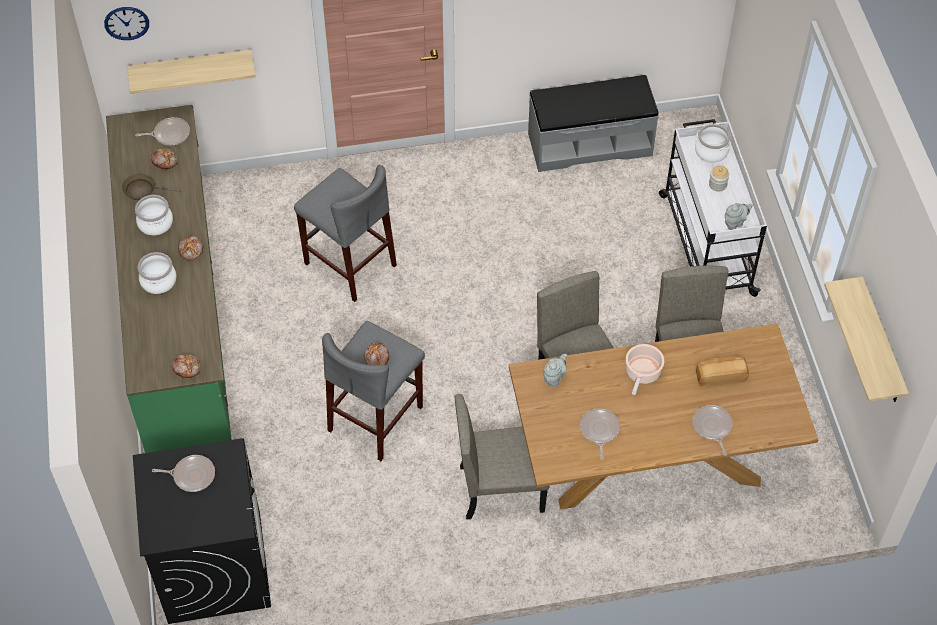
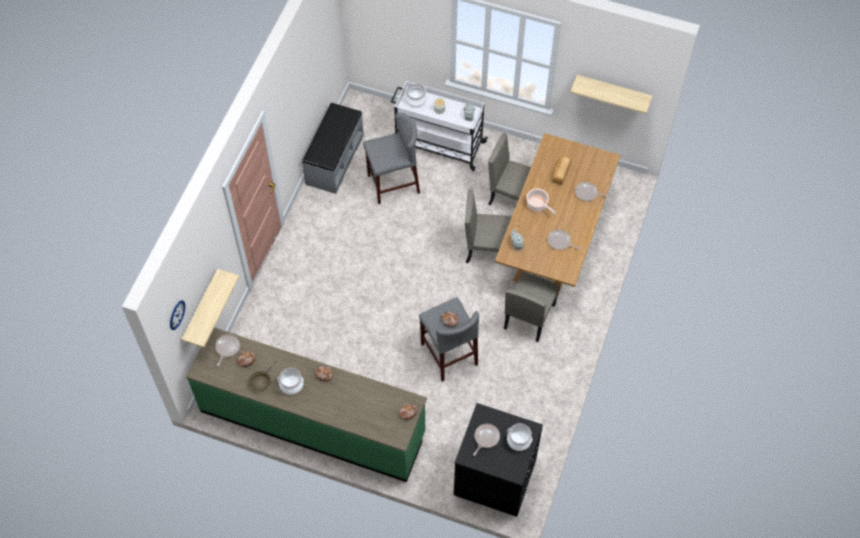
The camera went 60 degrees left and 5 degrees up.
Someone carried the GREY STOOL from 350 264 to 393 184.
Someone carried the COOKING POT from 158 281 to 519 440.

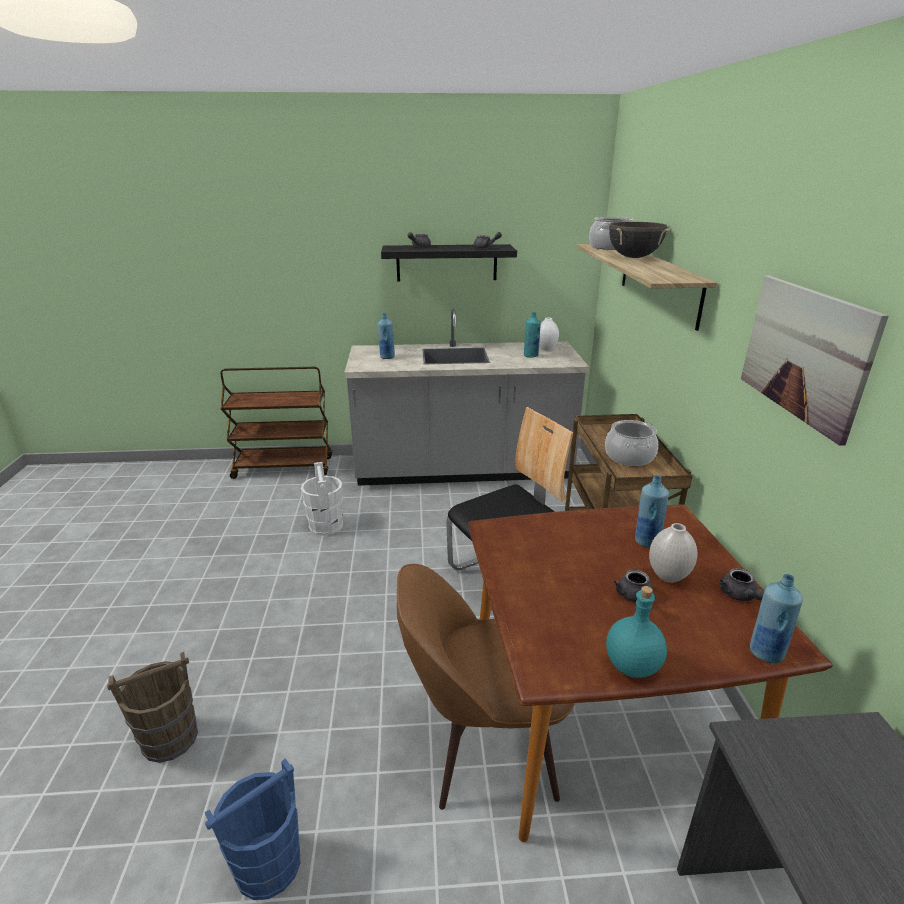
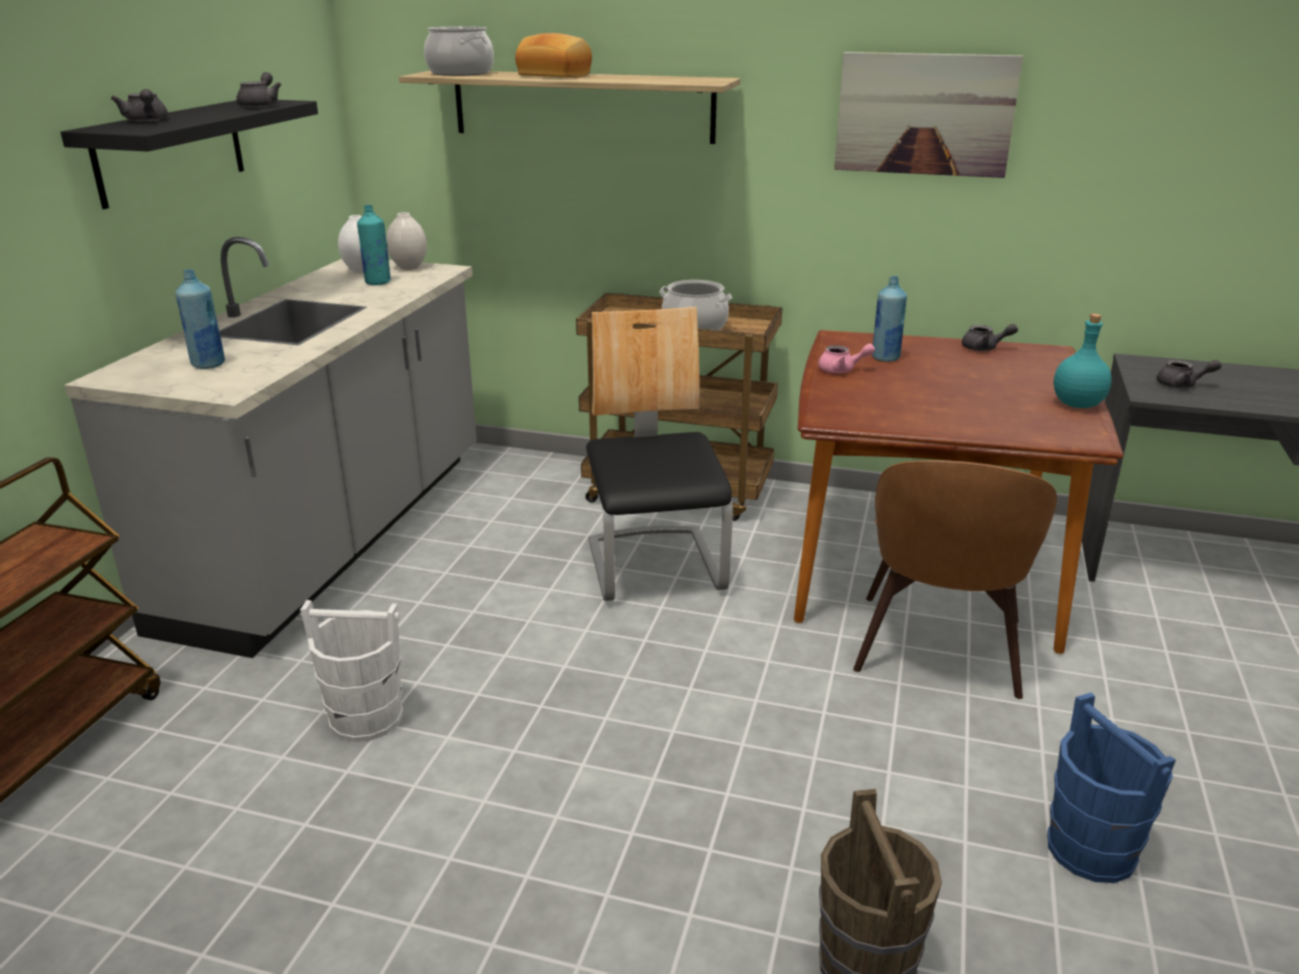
The camera went 70 degrees left and 0 degrees up.
Someone carried the WHITE VASE from 668 576 to 408 267.
Someone swapped the BLACK COOKING POT at 633 257 for the BREAD at 555 75.
Someone put down the PINK TEAPOT at 842 370.
Someone carried the GREY TEAPOT from 635 597 to 1182 385.
Someone took away the BLUE BOTTLE at 765 652.

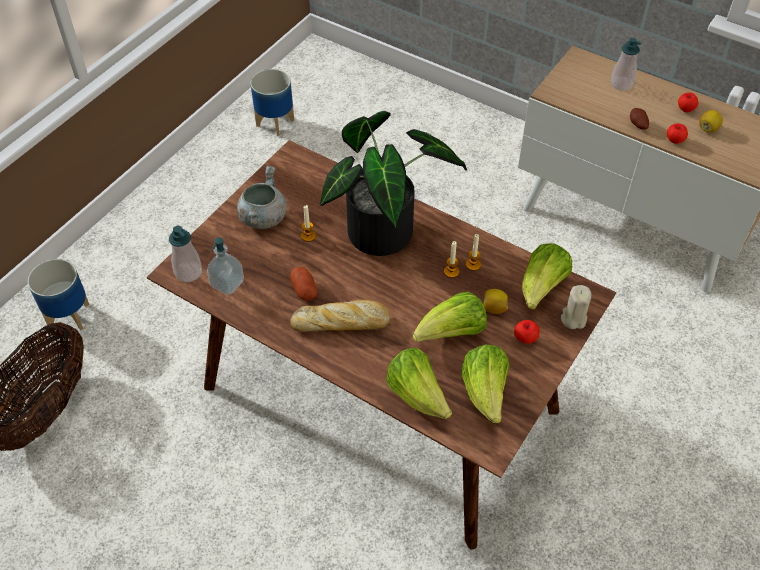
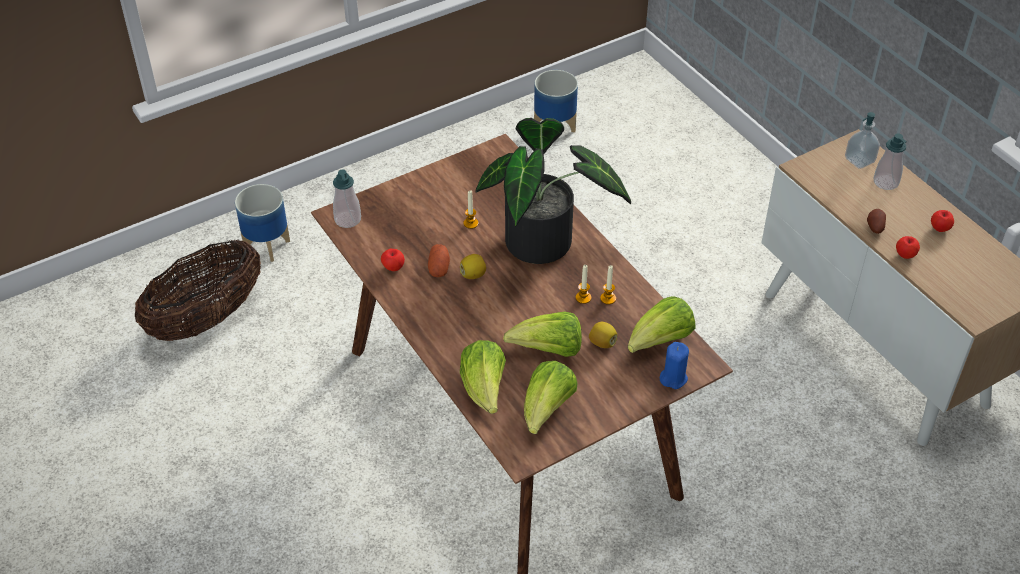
The camera went 25 degrees right and 5 degrees down.
Someone carried the APPLE from 525 338 to 393 267.
Someone carried the LEMON from 708 128 to 473 275.
Someone repainted the BEIGE CANDLE at 573 318, which became the BLUE CANDLE at 673 378.
Someone carried the SOAP DISPENSER from 227 283 to 859 160.
Someone took away the GREY COOKING POT at 262 217.
Someone took away the BREAD at 342 322.

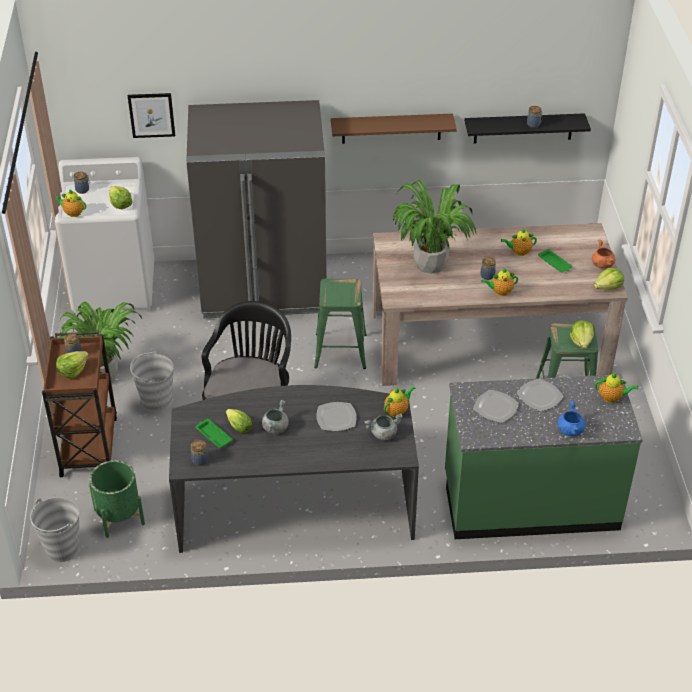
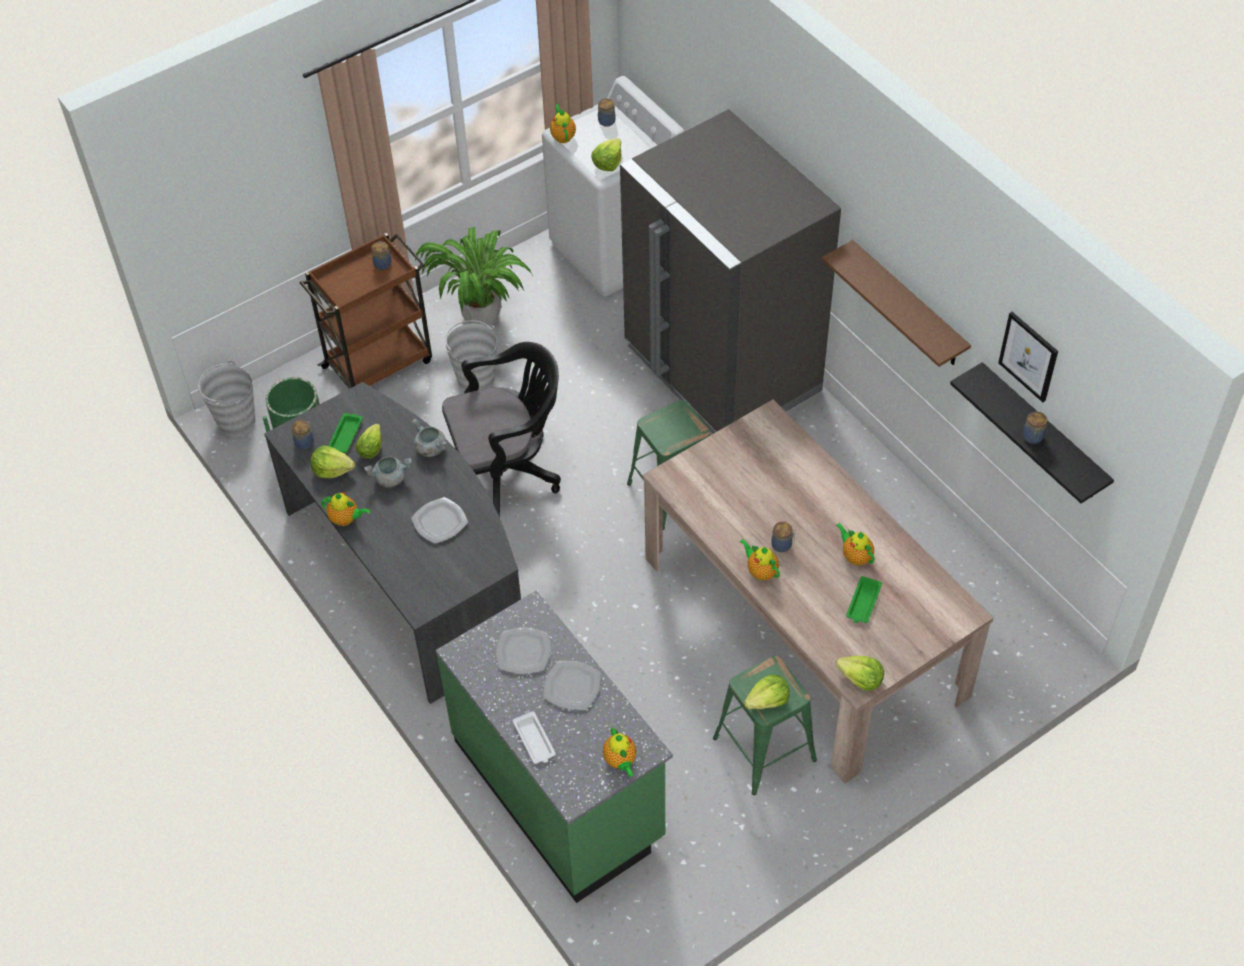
The camera went 60 degrees right and 10 degrees up.
Someone carried the LETTUCE from 72 370 to 332 469.
Someone carried the TEAPOT from 397 411 to 346 519.
Someone carried the GREY COOKING POT from 383 434 to 430 448.
Someone swapped the BLUE COOKING POT at 570 430 for the WHITE TRAY at 534 741.
Someone carried the PICTURE from 151 115 to 1028 356.
Someone took away the POTTED PLANT at 429 264.
Someone took away the ORANGE COOKING POT at 602 264.

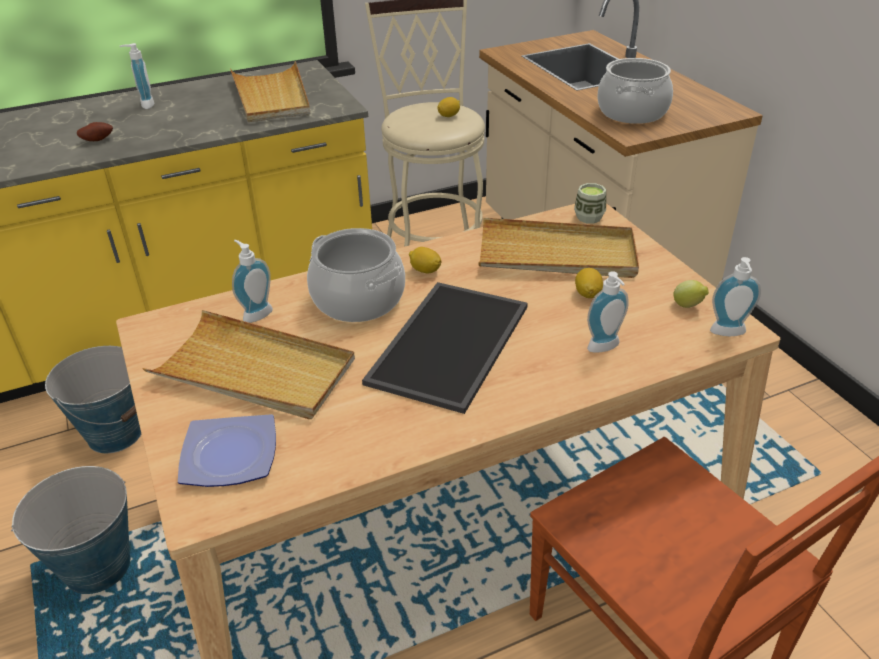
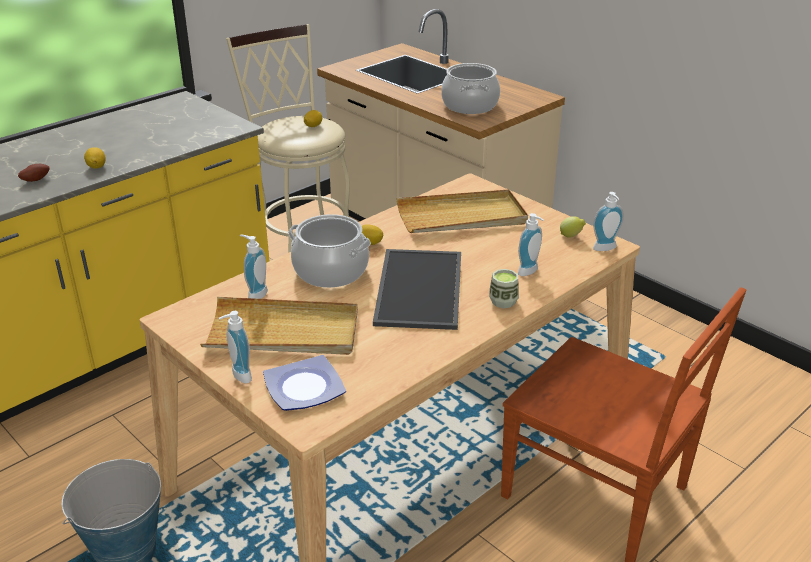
The camera went 20 degrees left and 5 degrees down.
Someone carried the LEMON from 587 294 to 96 166.
Someone carried the SOAP DISPENSER from 144 105 to 238 376.
Someone carried the CUP from 589 217 to 503 301.
Someone took away the BUCKET at 115 433.
Someone took away the BEIGE TRAY at 271 96.

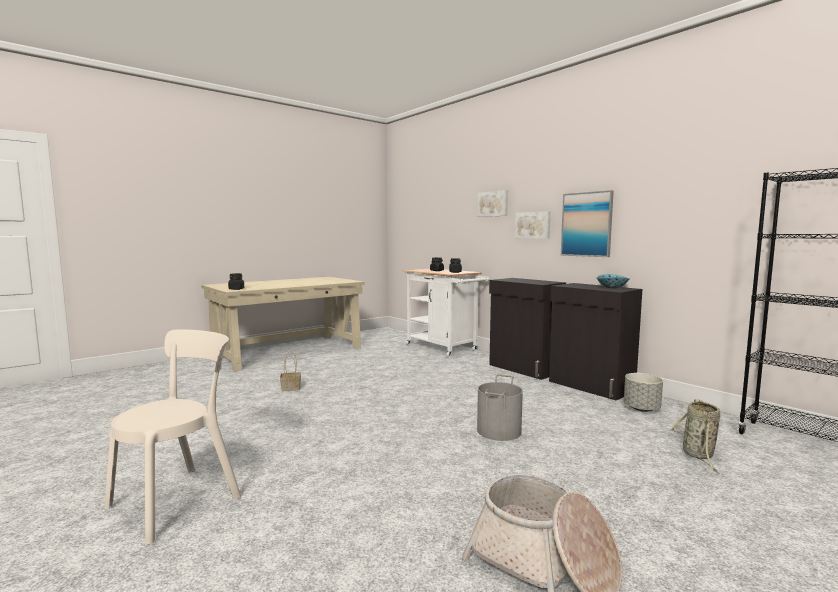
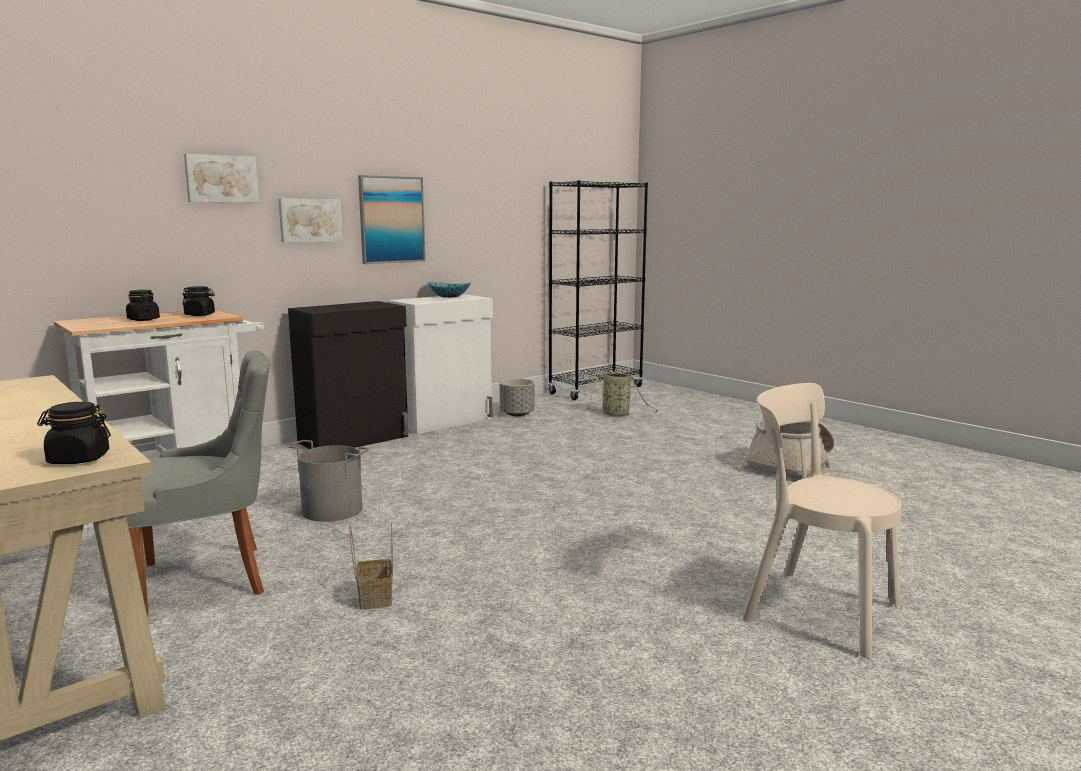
The camera went 90 degrees left and 5 degrees up.
Someone put down the GREY CHAIR at 209 578.
Someone carried the GREY BUCKET from 499 431 to 333 510.
Someone repainted the BLACK CABINET at 590 386, which became the WHITE CABINET at 444 421.

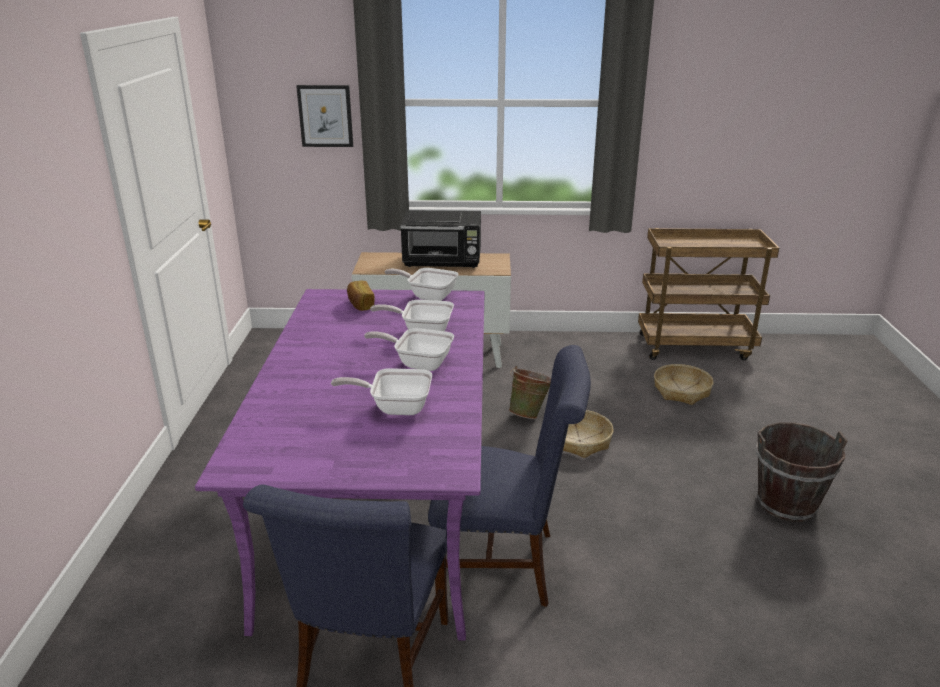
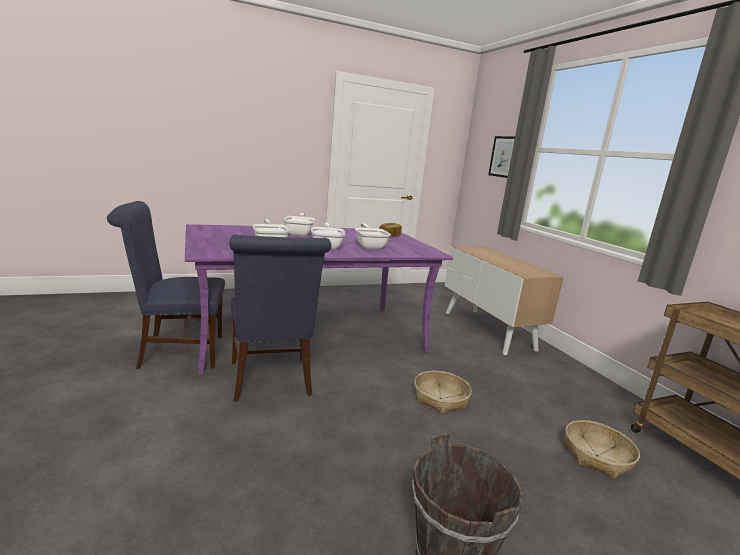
The camera went 65 degrees right and 10 degrees down.
Someone carried the FRYING PAN from 428 296 to 299 233.
Someone took away the BLACK MICROWAVE at 443 262.
Someone took away the GREEN BUCKET at 529 414.

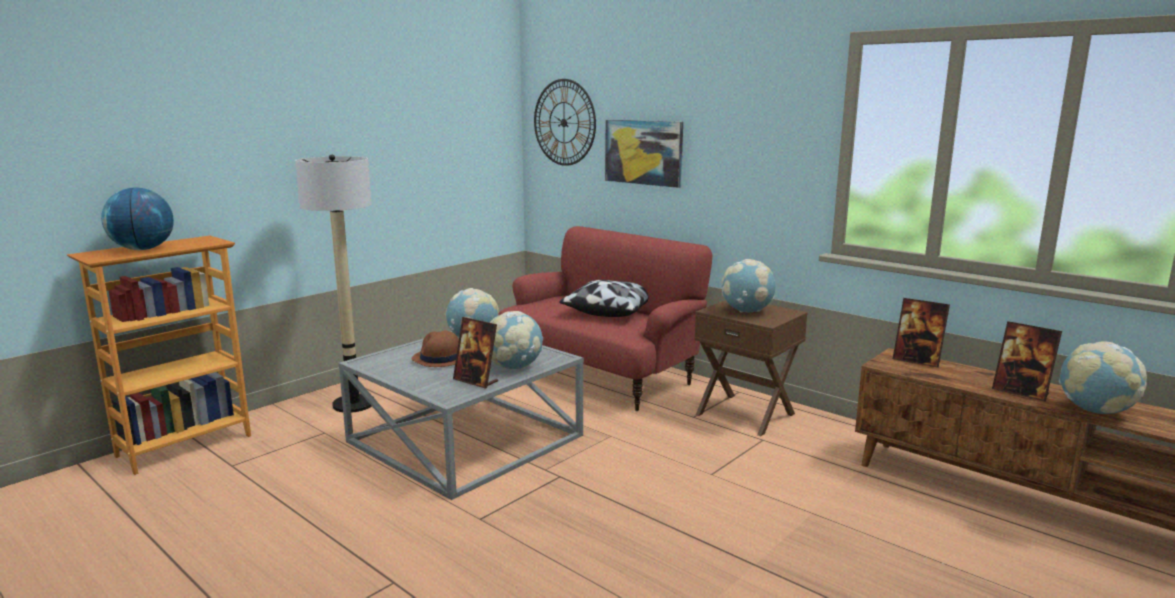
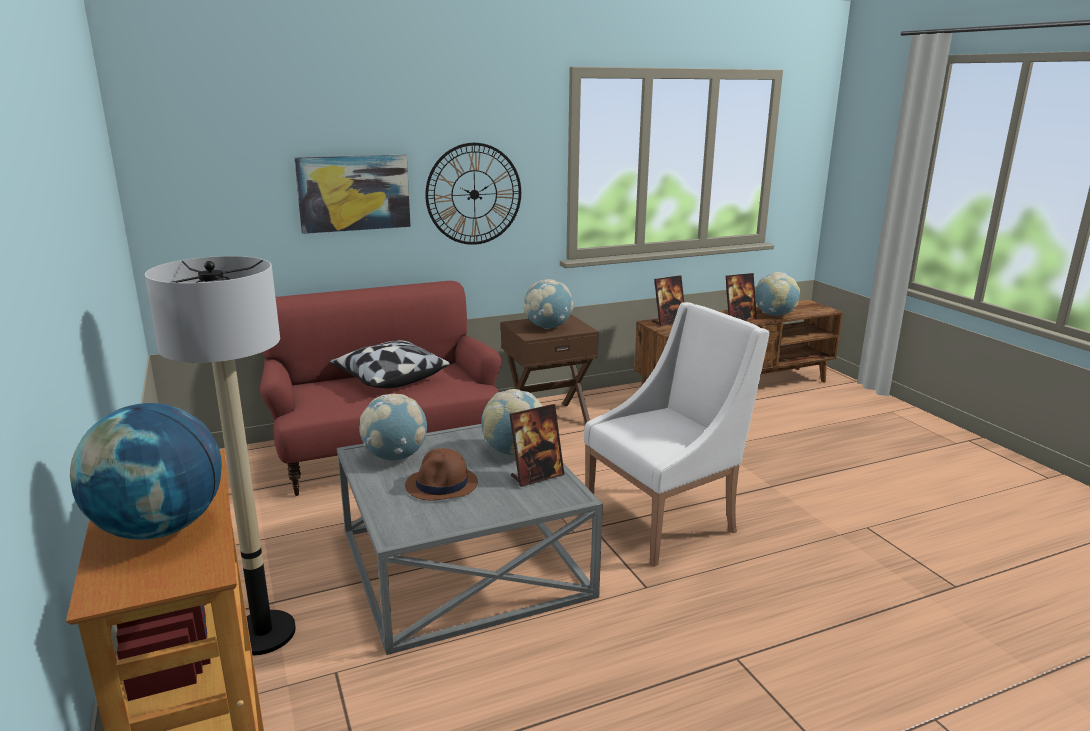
The camera went 65 degrees left and 5 degrees up.
Someone carried the WALL CLOCK from 564 122 to 474 194.
Someone put down the WHITE ARMCHAIR at 664 521.

